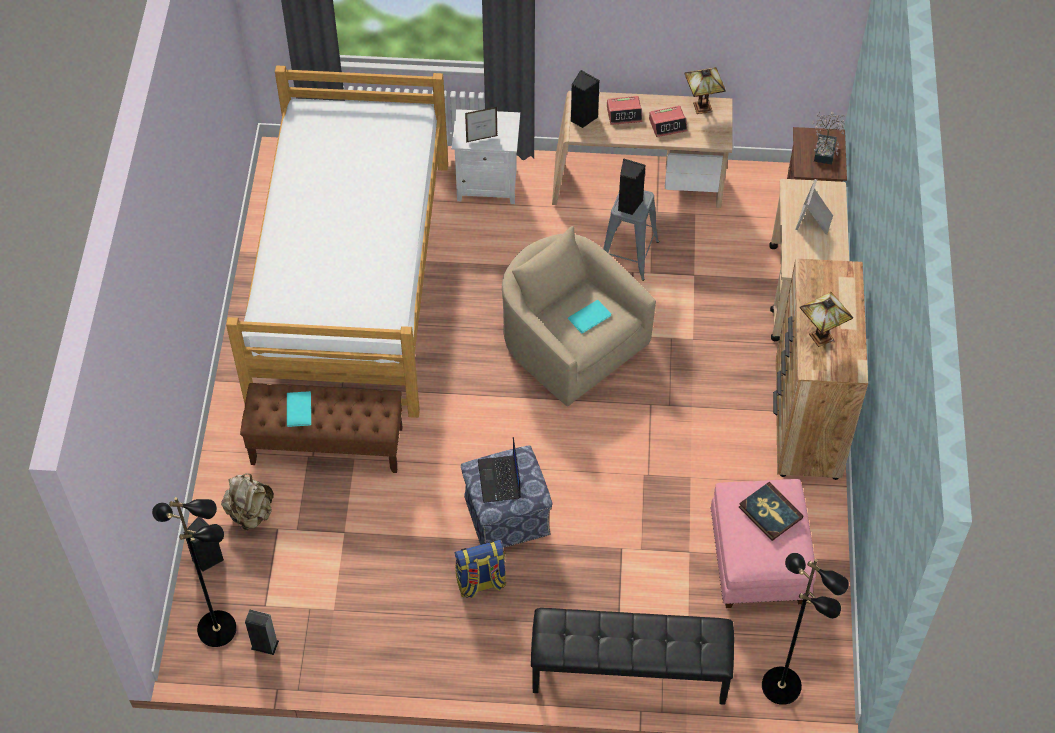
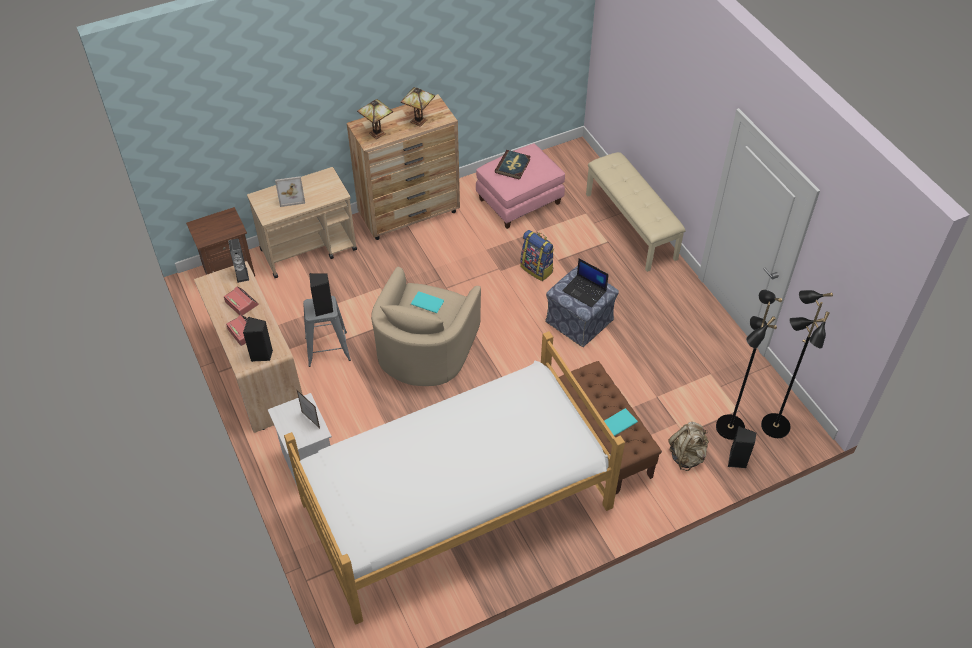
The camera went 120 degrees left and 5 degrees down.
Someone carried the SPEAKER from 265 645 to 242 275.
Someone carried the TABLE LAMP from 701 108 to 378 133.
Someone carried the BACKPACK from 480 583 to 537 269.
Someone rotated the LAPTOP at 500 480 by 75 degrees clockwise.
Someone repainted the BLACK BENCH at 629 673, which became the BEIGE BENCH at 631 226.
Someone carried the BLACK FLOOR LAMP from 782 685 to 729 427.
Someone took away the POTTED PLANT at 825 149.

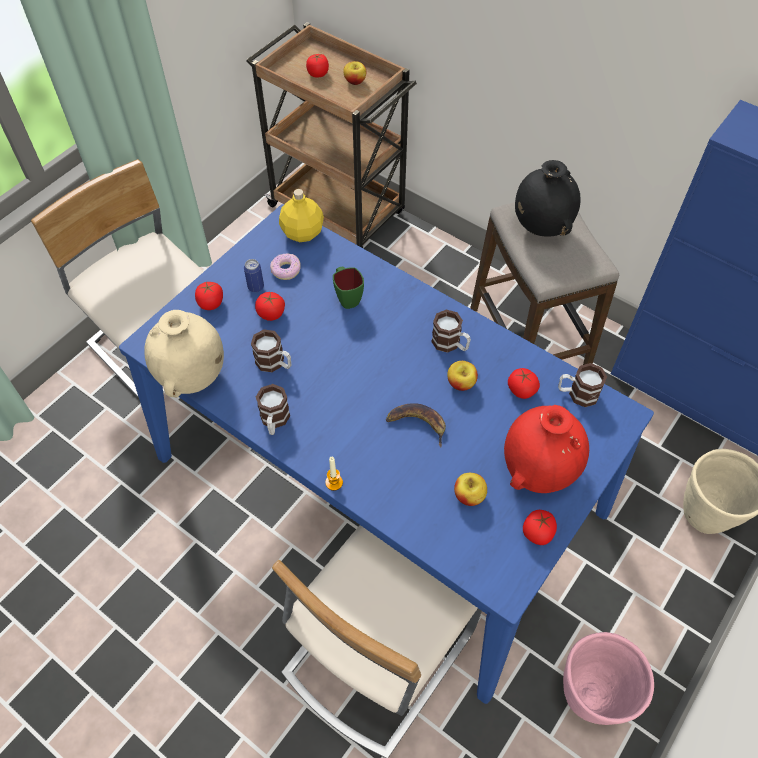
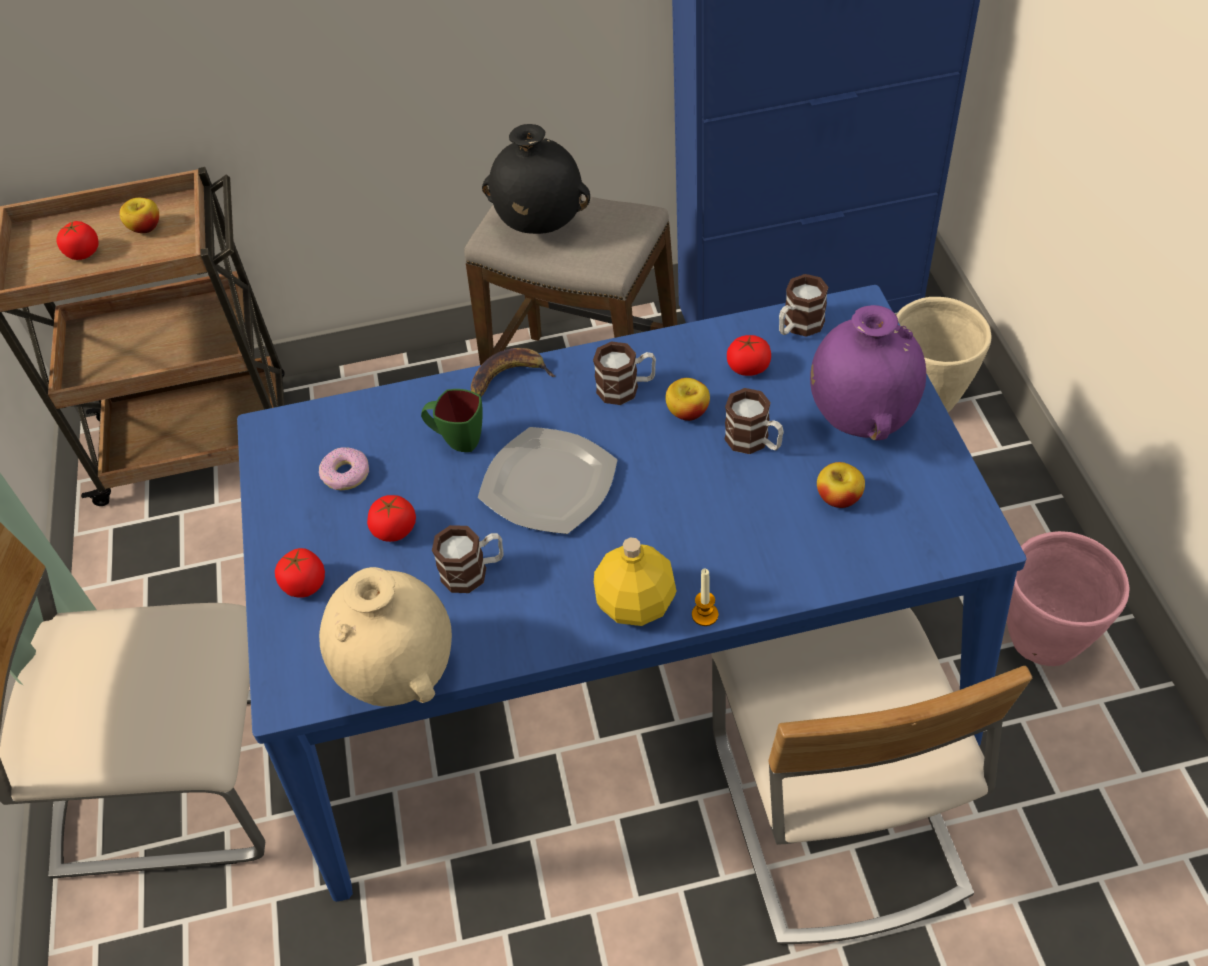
The camera went 45 degrees left and 5 degrees down.
Someone carried the BANANA from 418 424 to 509 378.
Someone put down the PLATE at 549 484.
Someone carried the YELLOW BOTTLE from 303 233 to 637 603.
Someone carried the MUG from 274 421 to 754 442.
Someone repainted the RED VASE at 538 470, which became the PURPLE VASE at 861 418.
Someone took away the CAN at 256 287.
Someone took away the TOMATO at 537 532.

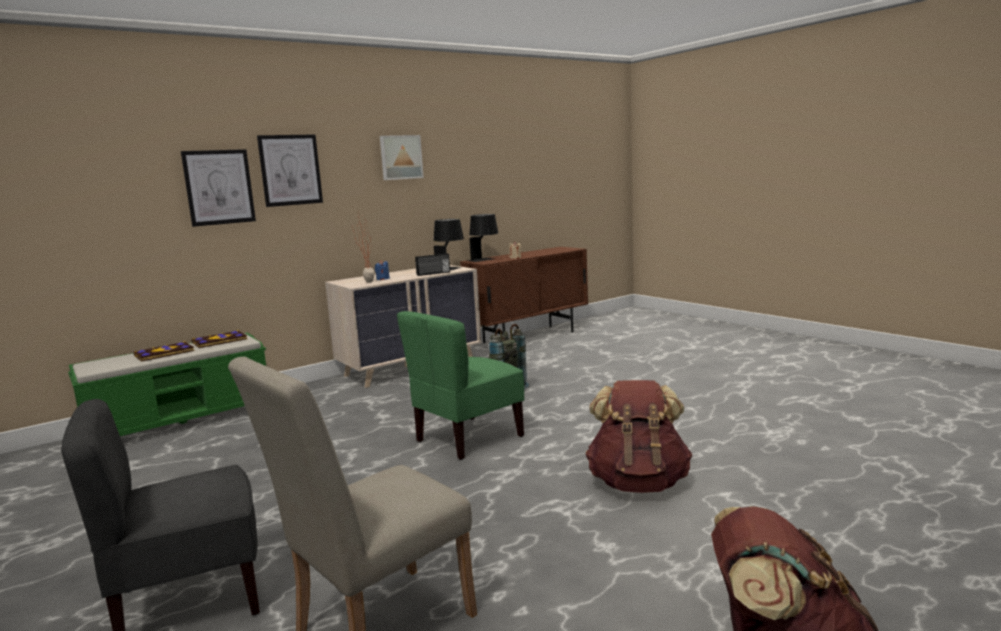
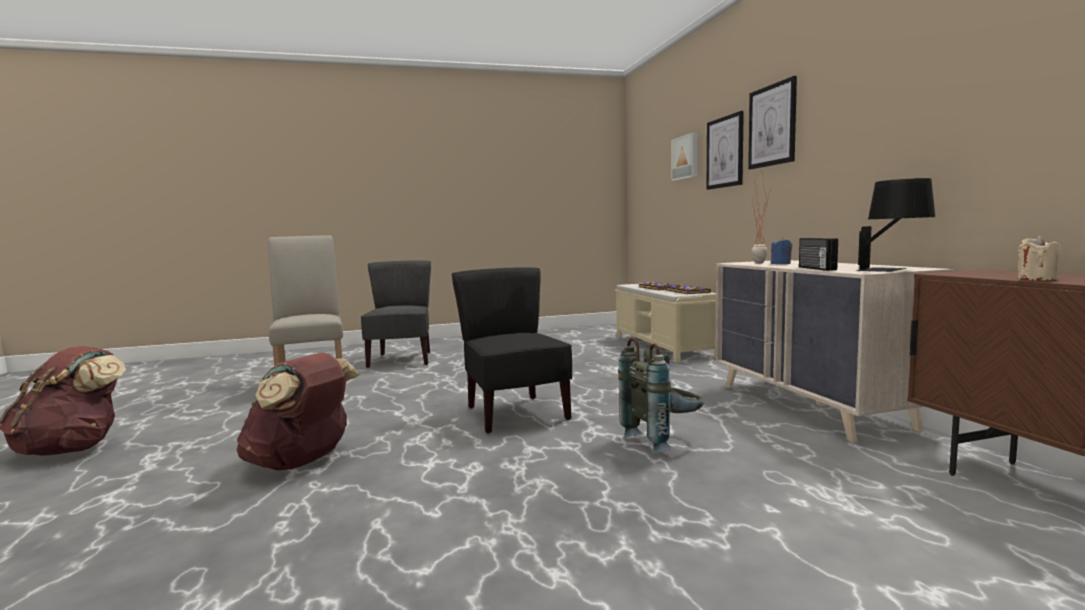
The camera went 110 degrees right and 5 degrees down.
Someone repainted the GREEN CHAIR at 468 438, which became the BLACK CHAIR at 515 414.
Someone repainted the GREEN BENCH at 182 422, which became the BEIGE BENCH at 663 346.
Someone carried the PICTURE from 400 157 to 686 157.
Someone took away the BLACK TABLE LAMP at 484 260.

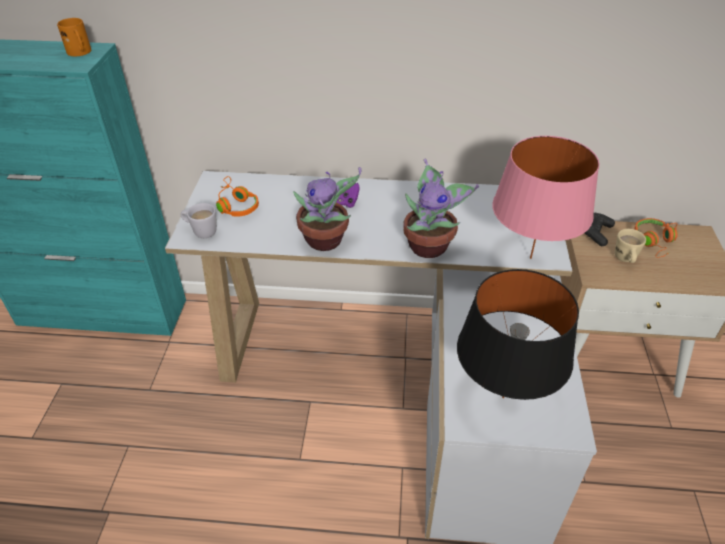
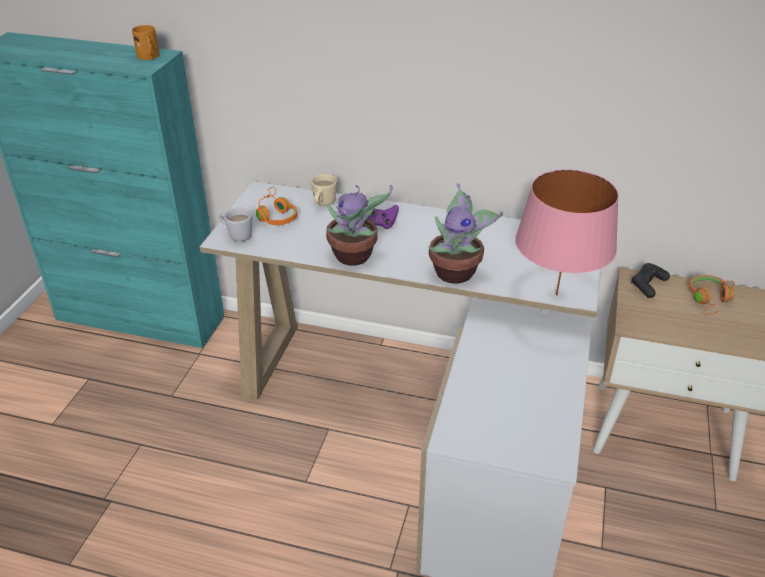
The camera went 10 degrees right and 5 degrees down.
Someone carried the BEIGE MUG from 625 260 to 323 204.
Someone took away the BLACK TABLE LAMP at 503 397.

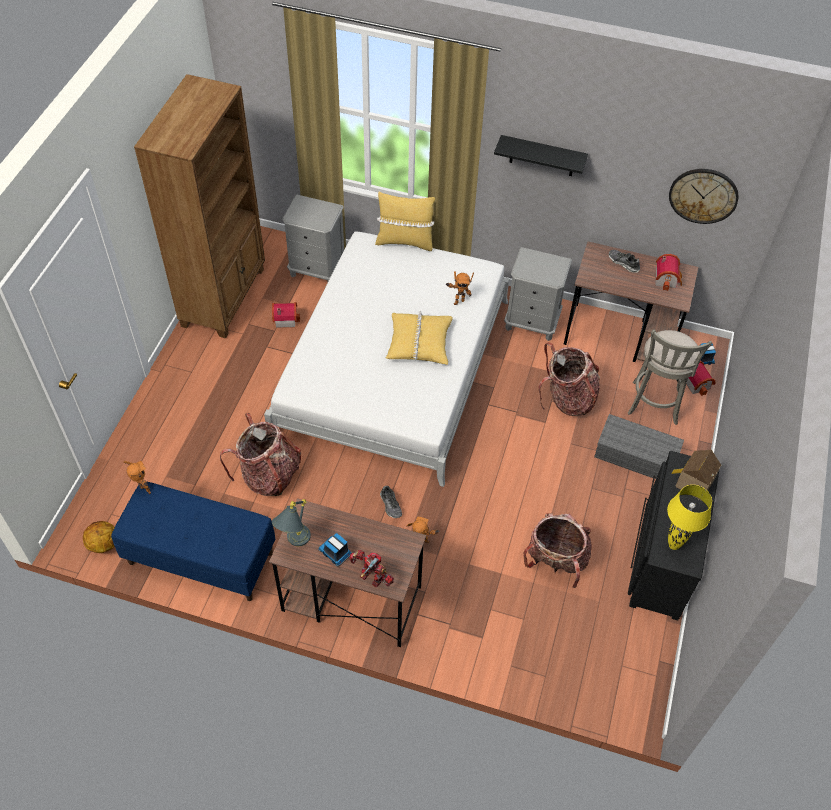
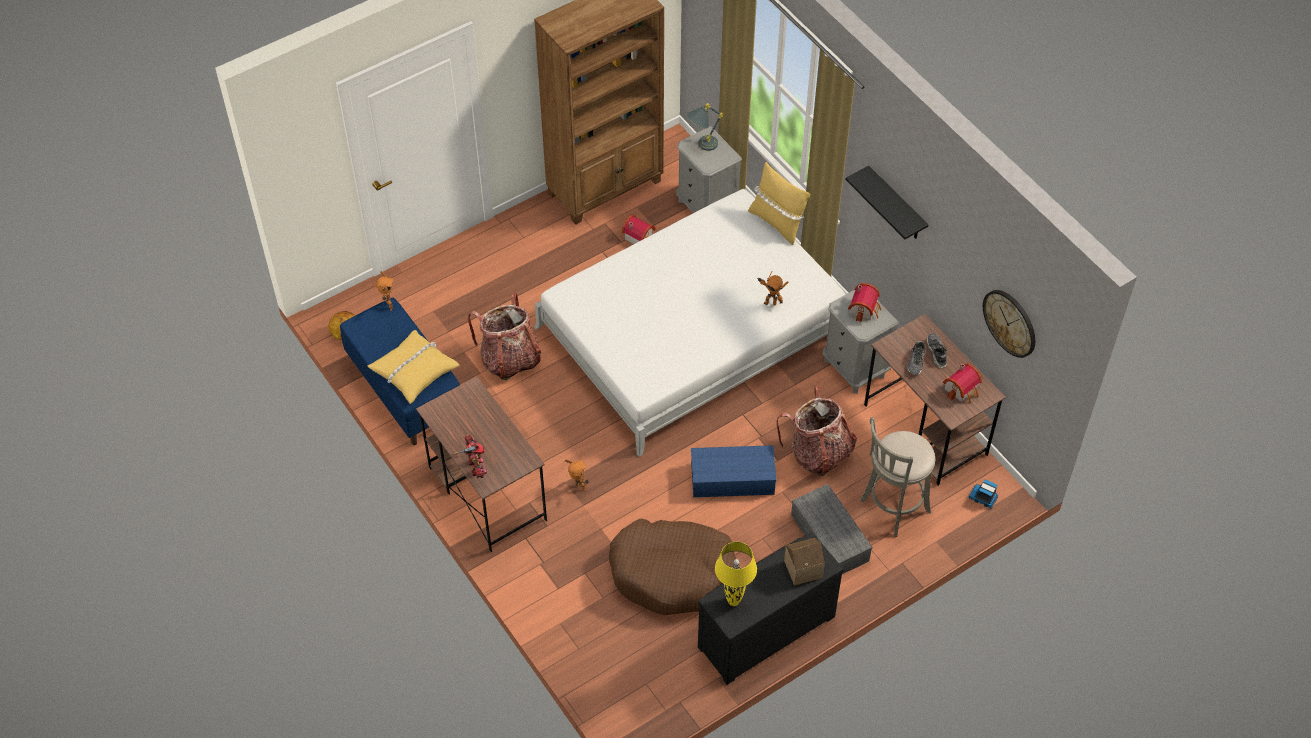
The camera went 40 degrees right and 0 degrees up.
Someone carried the YELLOW PILLOW from 419 343 to 414 371.
Someone swapped the BACKPACK at 555 561 for the BROWN DOG BED at 672 573.
Someone carried the GREY TABLE LAMP from 294 543 to 701 146.
Someone put down the BLUE STORAGE BOX at 731 479.
Someone carried the TOY HOUSE from 697 383 to 864 309.
Someone carried the SHOE from 391 505 to 916 362.
Someone took away the TOY TRUCK at 335 553.

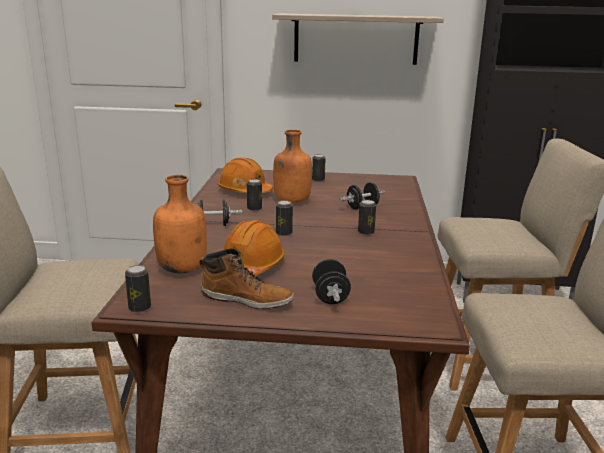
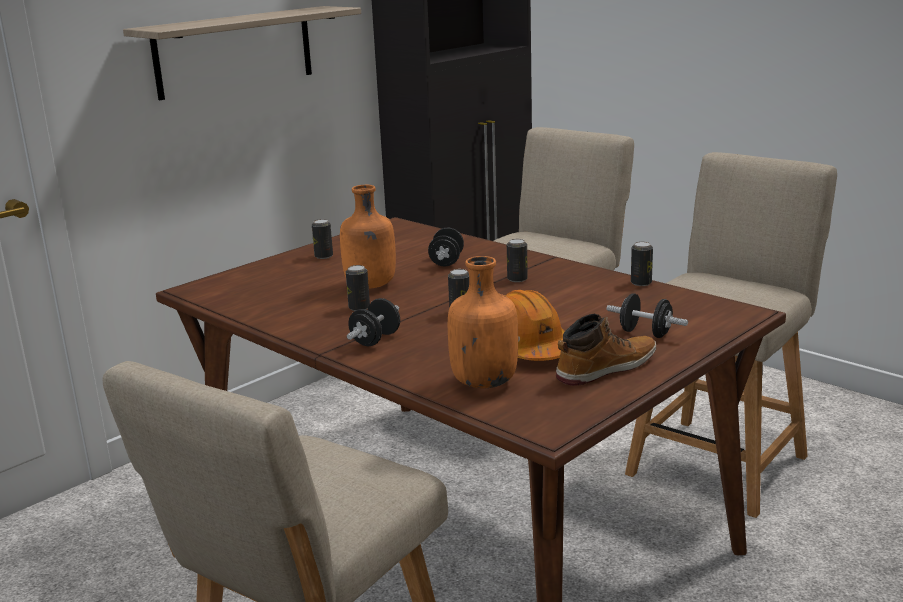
The camera went 50 degrees left and 0 degrees up.
Someone carried the CAN from 139 308 to 641 283.
Someone took away the ORANGE HARD HAT at 244 191.

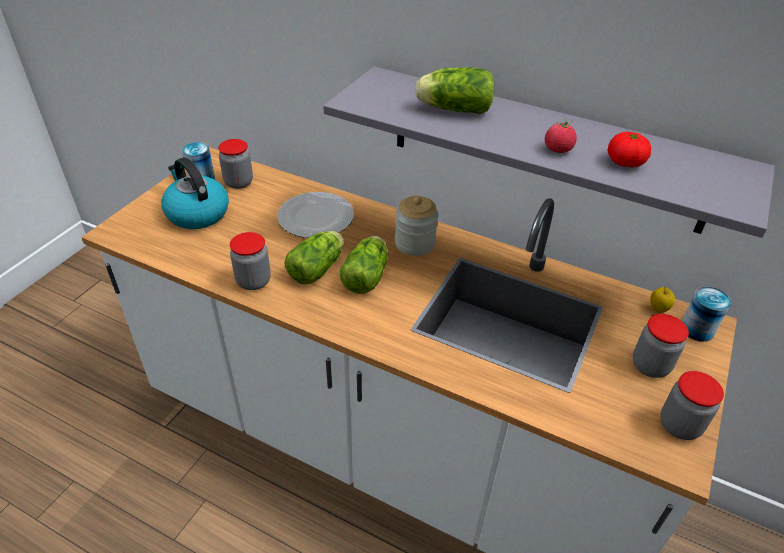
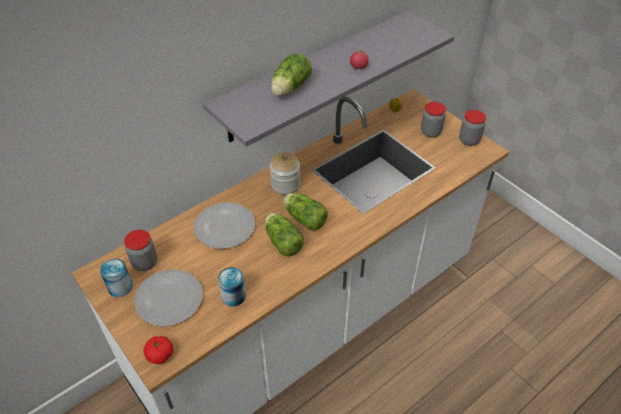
The camera went 65 degrees left and 5 degrees up.
Someone swapped the KETTLE at 197 213 for the PLATE at 170 299.
Someone carried the TOMATO from 625 162 to 160 355.
Someone carried the CAN from 697 329 to 233 296.
Someone took away the JAR at 253 281.

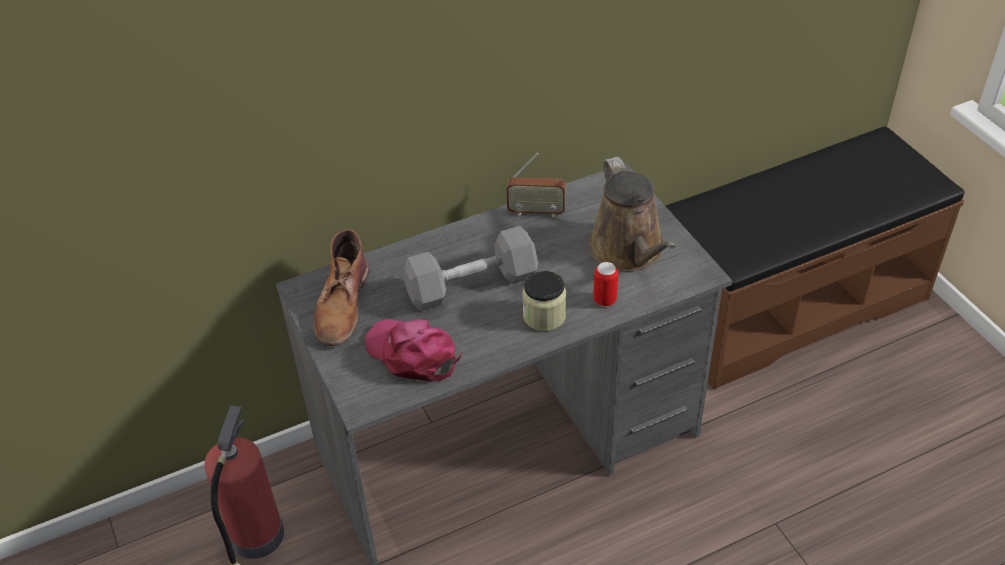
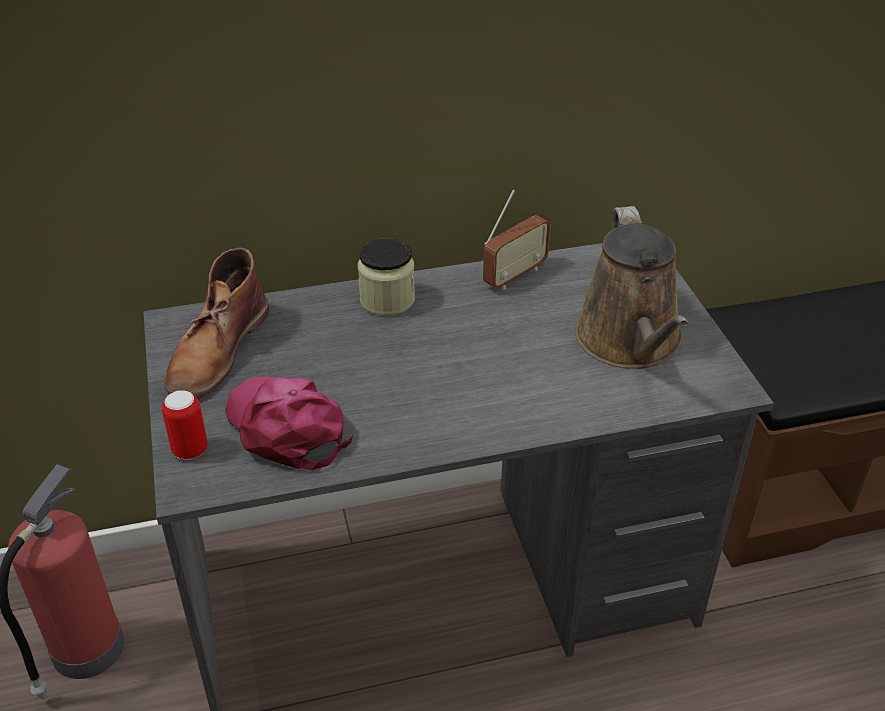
The camera went 10 degrees right and 5 degrees down.
Someone carried the CAN from 604 300 to 190 450.
Someone carried the JAR from 544 316 to 387 300.
Someone rotated the RADIO at 536 211 by 60 degrees counterclockwise.
Someone took away the GREY DUMBBELL at 471 285.

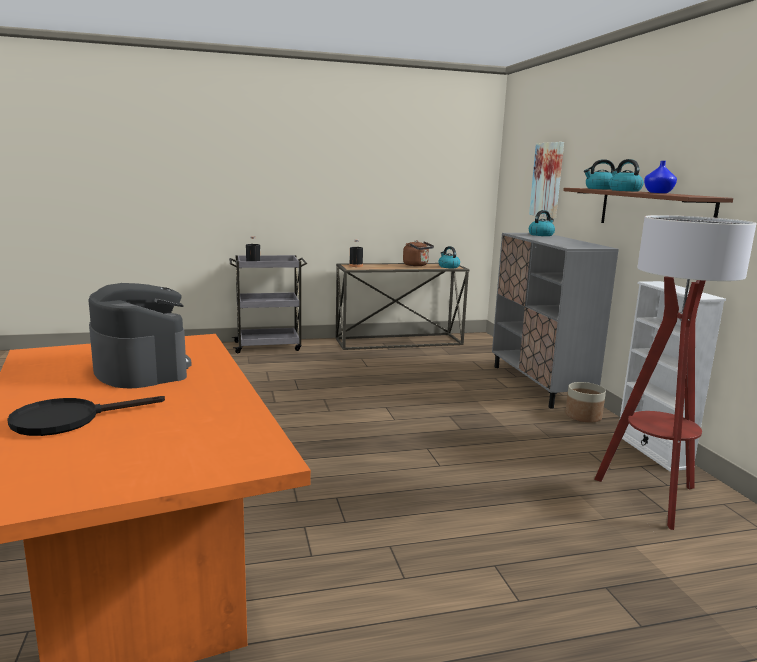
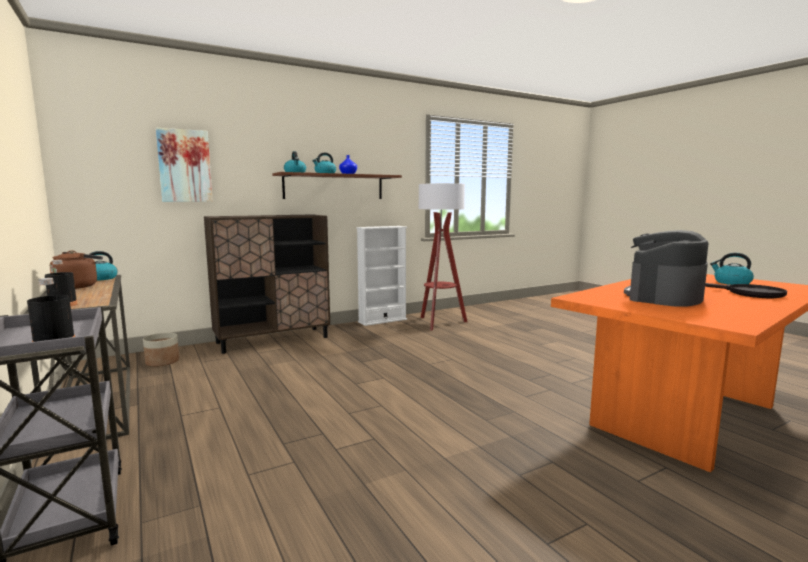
The camera went 105 degrees left and 5 degrees down.
Someone carried the PLANTER from 583 416 to 162 362.
Someone repainted the GREY CABINET at 539 384, which became the BROWN CABINET at 273 340.
Someone carried the KETTLE from 541 235 to 731 283.

